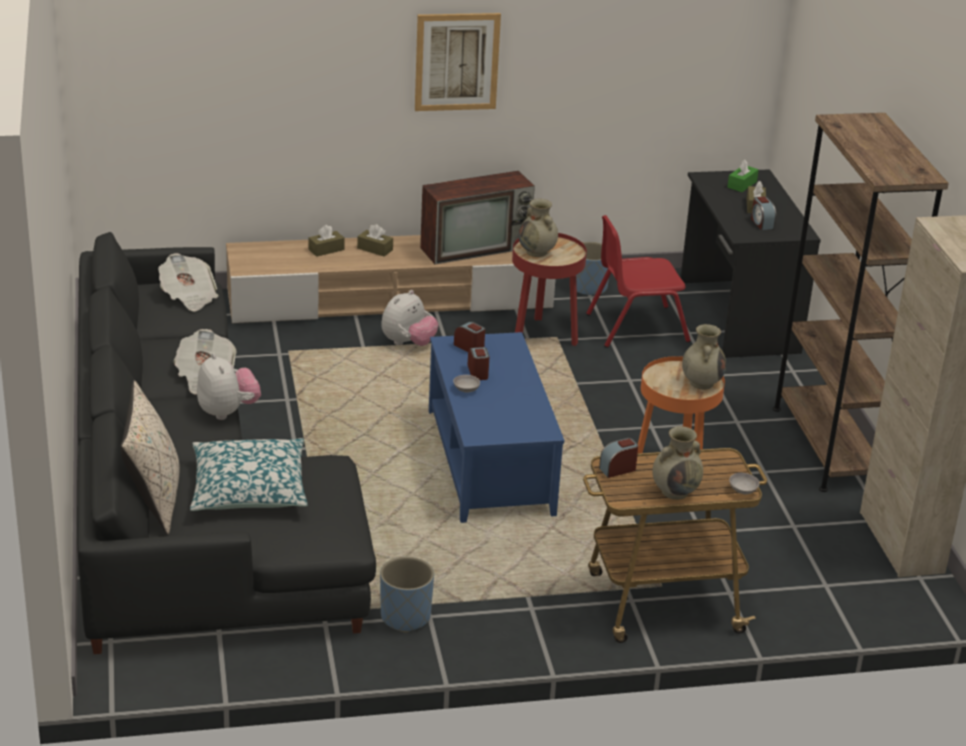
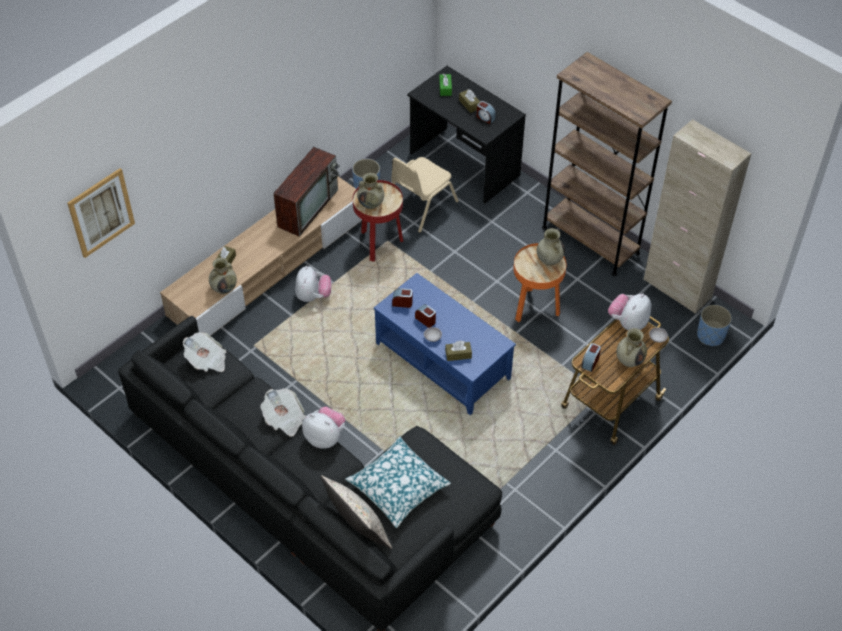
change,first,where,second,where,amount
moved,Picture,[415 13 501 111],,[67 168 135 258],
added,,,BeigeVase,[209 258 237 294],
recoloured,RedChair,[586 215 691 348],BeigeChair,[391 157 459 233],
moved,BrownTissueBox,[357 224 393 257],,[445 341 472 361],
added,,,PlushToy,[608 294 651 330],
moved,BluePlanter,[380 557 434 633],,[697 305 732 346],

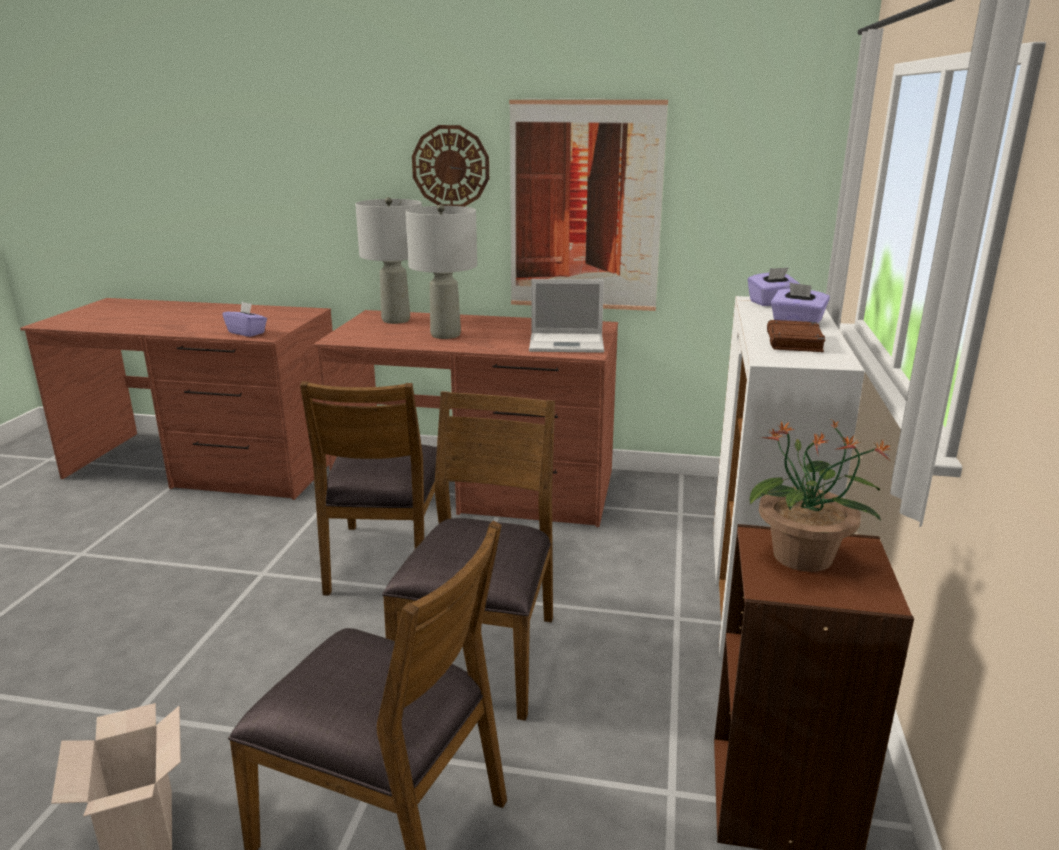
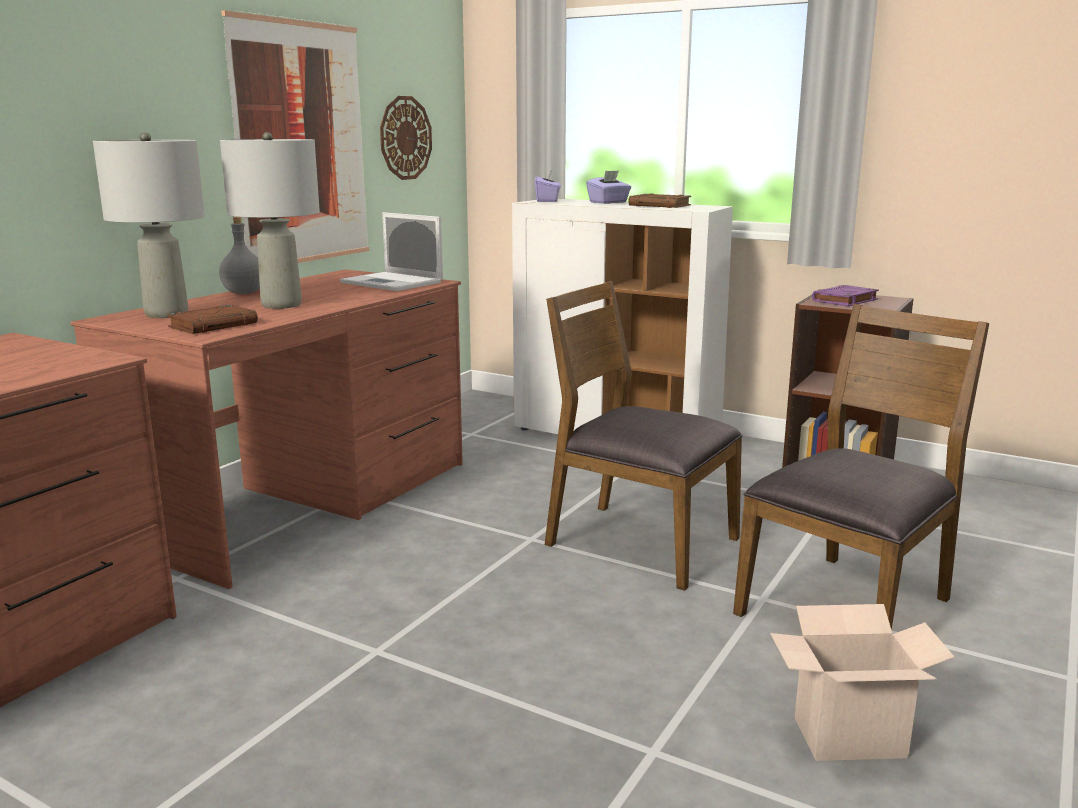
change,first,where,second,where,amount
added,,,BrownBook,[167 305 258 334],
added,,,GreyBottle,[219 217 260 294],
turned,Laptop,[529 279 604 353],,[340 212 443 291],105 degrees clockwise
moved,WallClock,[412 125 489 207],,[380 96 432 180],
replaced,PottedPlant,[750 421 892 572],PurpleBook,[812 285 879 307],
removed,PurpleTissueBox,[222 302 267 337],,,
removed,BrownChair,[300 381 437 596],,,

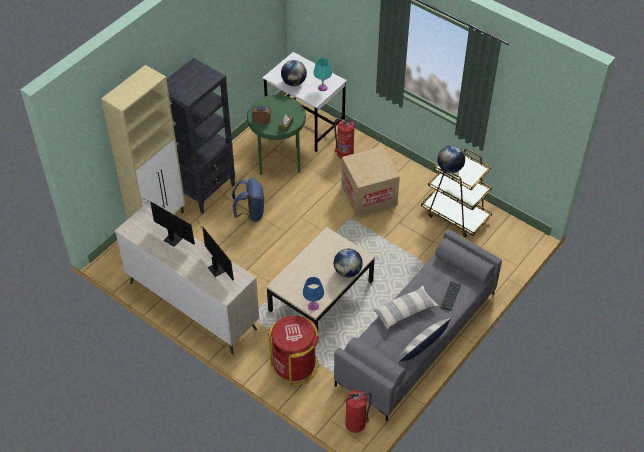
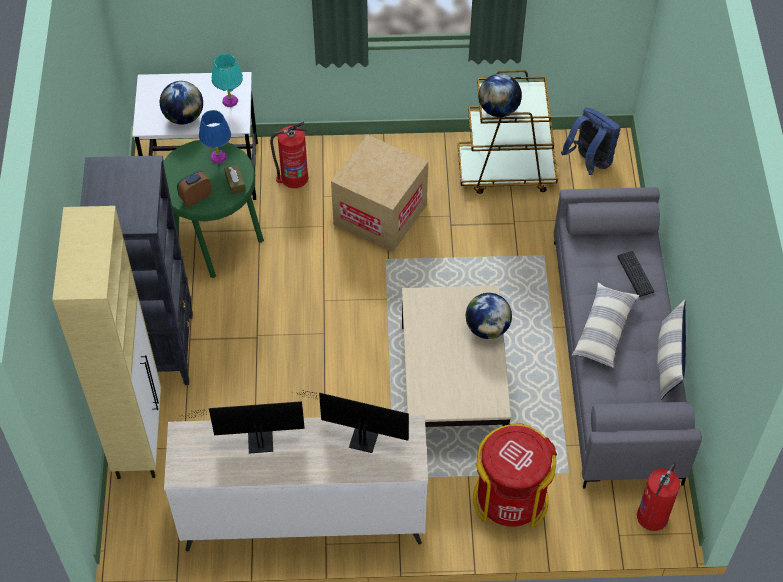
change,first,where,second,where,amount
moved,BlueTableLamp,[303 277 324 310],,[199 110 231 164],
moved,BlueBackpack,[232 178 264 222],,[561 108 621 175],

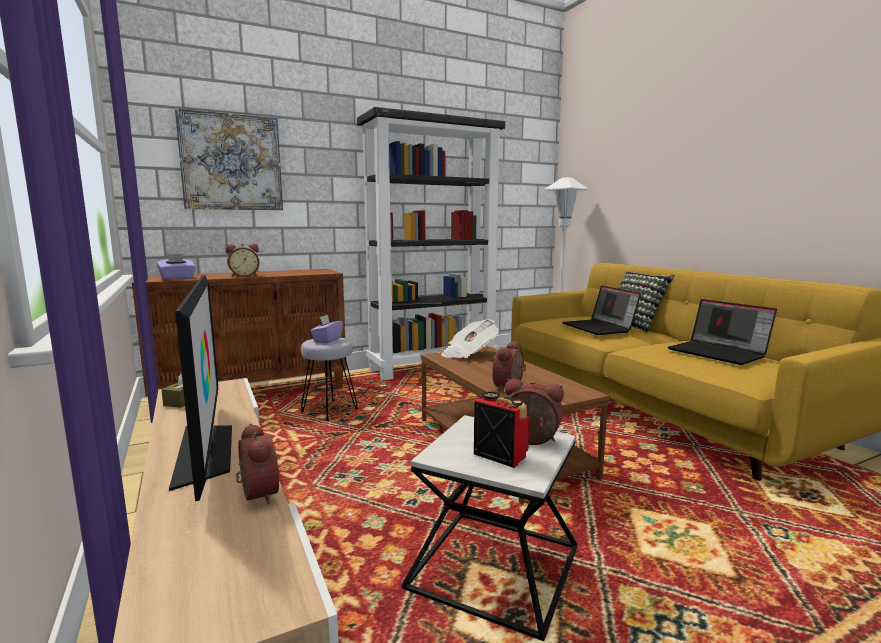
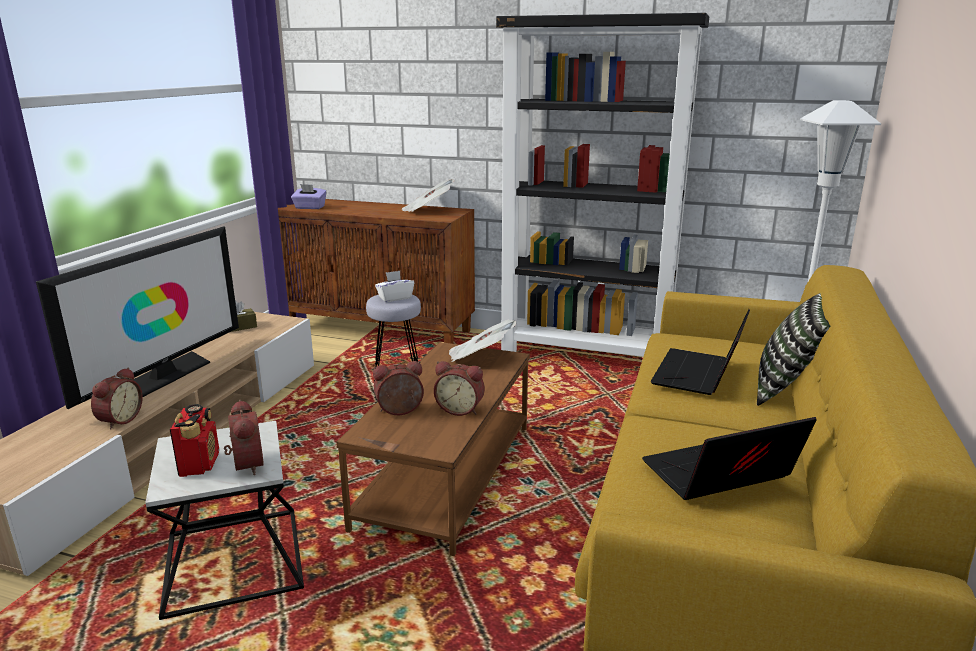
change,first,where,second,where,amount
recoloured,PurpleTissueBox,[310 314 343 343],WhiteTissueBox,[375 271 414 302],
added,,,Newspaper,[401 179 455 212],
moved,AlarmClock,[226 244 259 277],,[434 361 485 416],
turned,Laptop,[668 299 777 365],,[642 417 817 500],60 degrees clockwise
removed,Picture,[175 108 283 210],,,

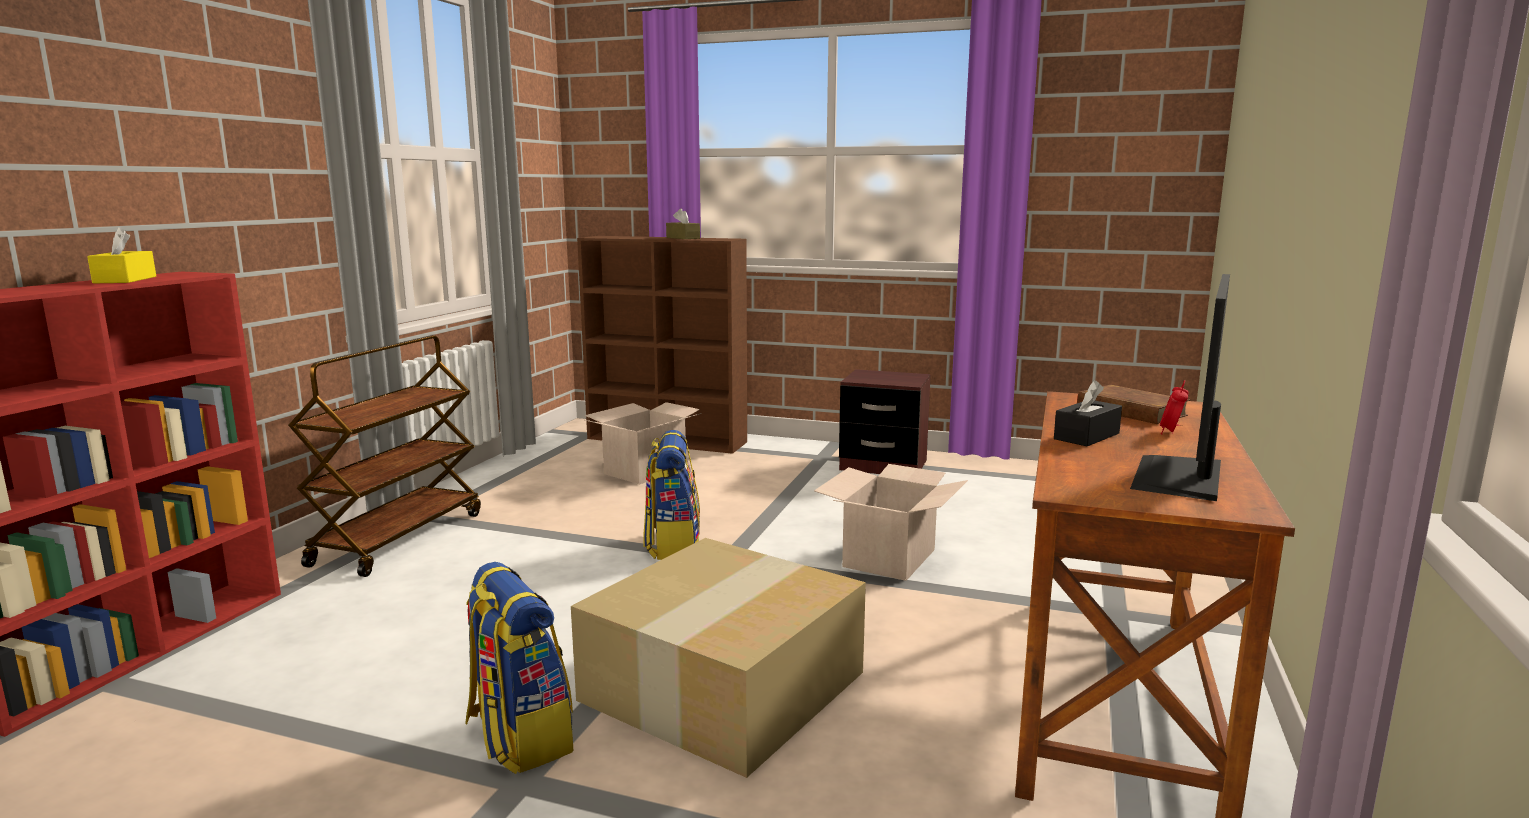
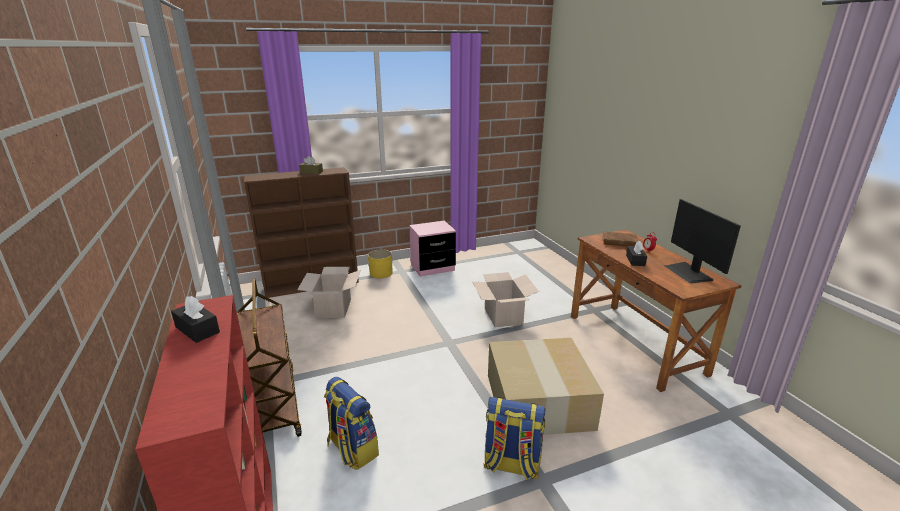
change,first,where,second,where,amount
recoloured,YellowTissueBox,[87 227 156 283],BlackTissueBox,[171 296 220 343],
moved,Backpack,[643 430 700 560],,[324 377 379 470],
added,,,YellowPlanter,[368 249 392 278],
recoloured,BrownNightstand,[839 369 931 474],PinkNightstand,[409 221 456 277],

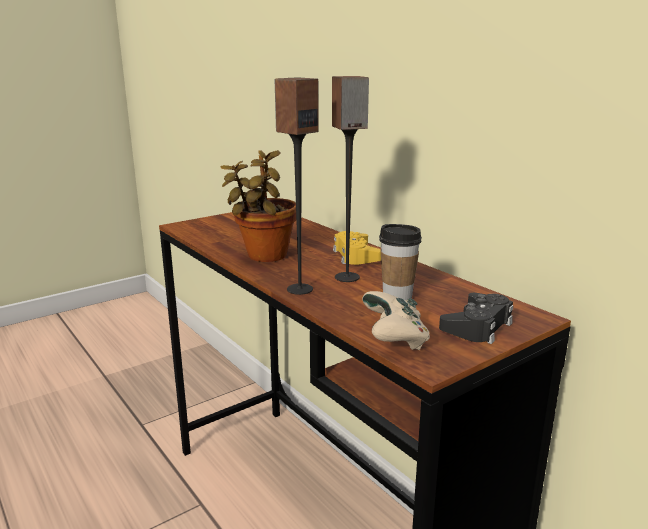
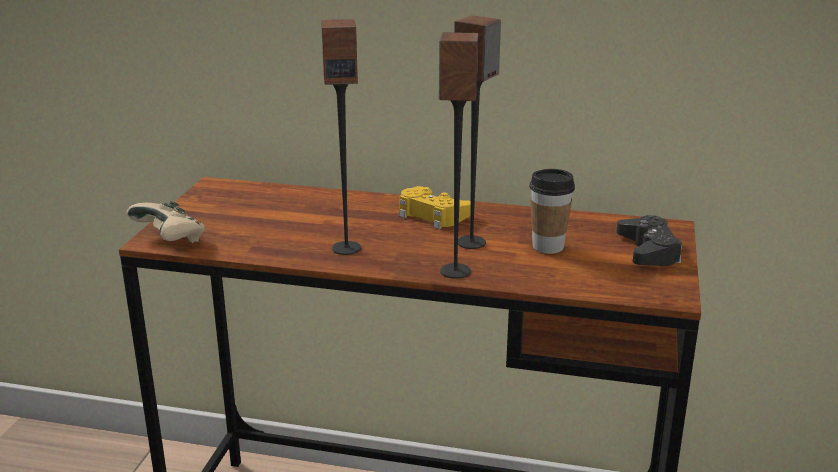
change,first,where,second,where,amount
moved,BeigeGameController,[362 291 430 350],,[127 201 205 243],
replaced,PottedPlant,[220 150 296 262],Speaker,[321 19 361 255],

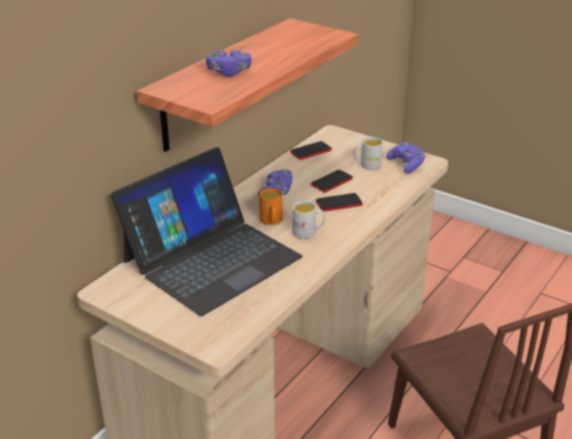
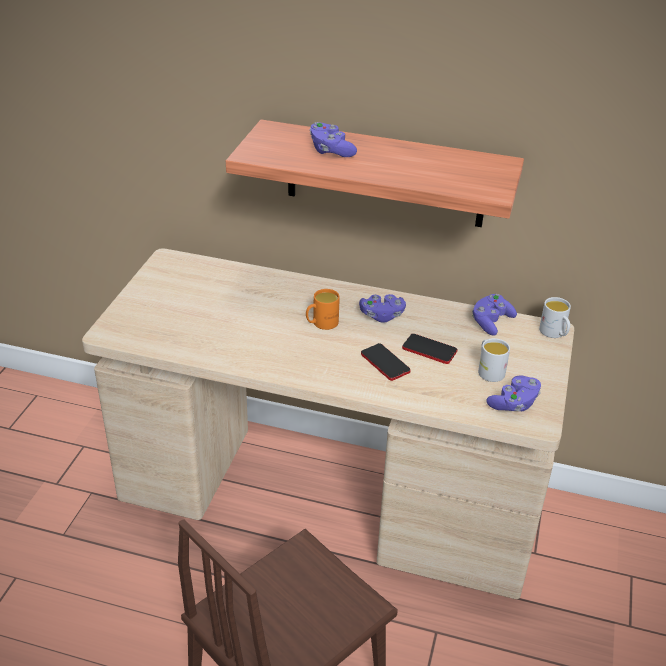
change,first,where,second,where,amount
replaced,Phone,[290 141 332 160],PurpleGameController,[472 294 517 336],
moved,WhiteMug,[292 201 325 239],,[539 297 571 338],
removed,Laptop,[111 147 303 316],,,

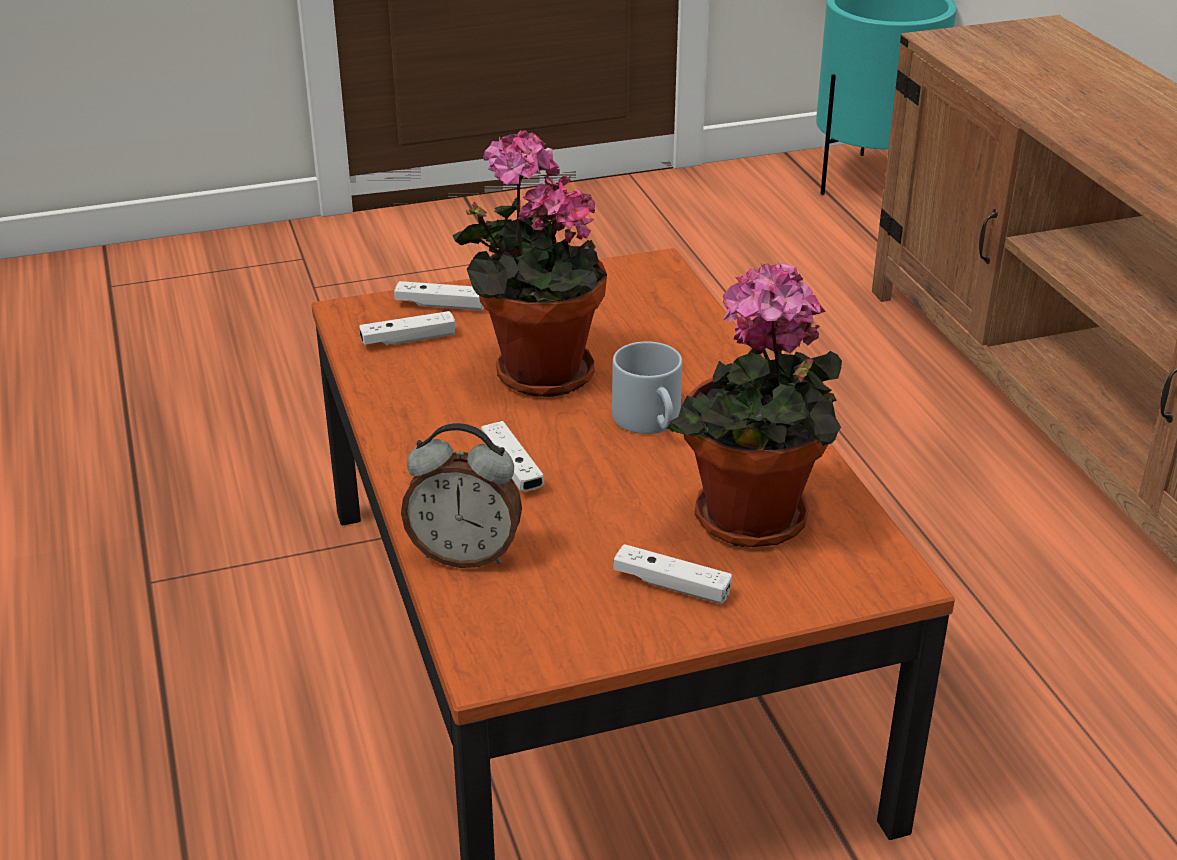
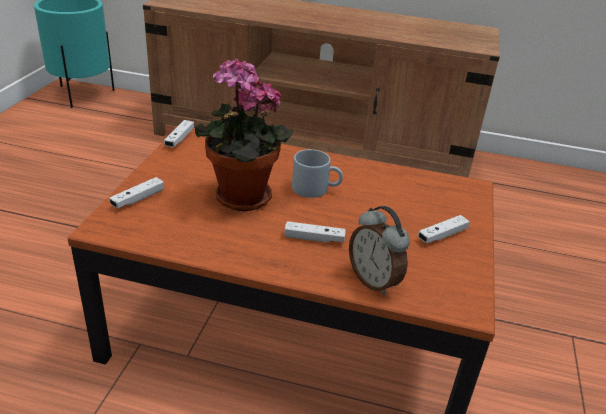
change,first,where,second,where,amount
moved,WhiteGameController,[359 311 455 345],,[164 120 194 147],
turned,AlarmClock,[401 423 522 568],,[349 206 410 295],105 degrees clockwise
removed,PottedPlant,[666 262 842 547],,,

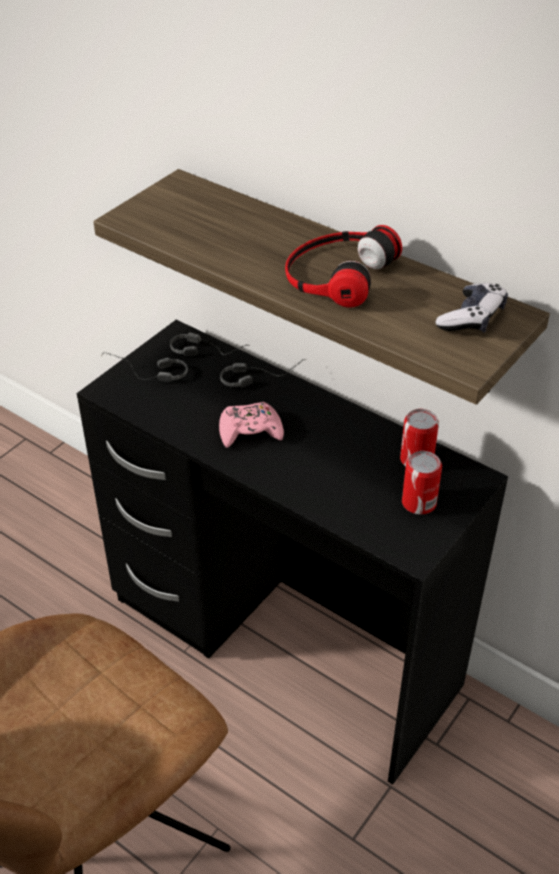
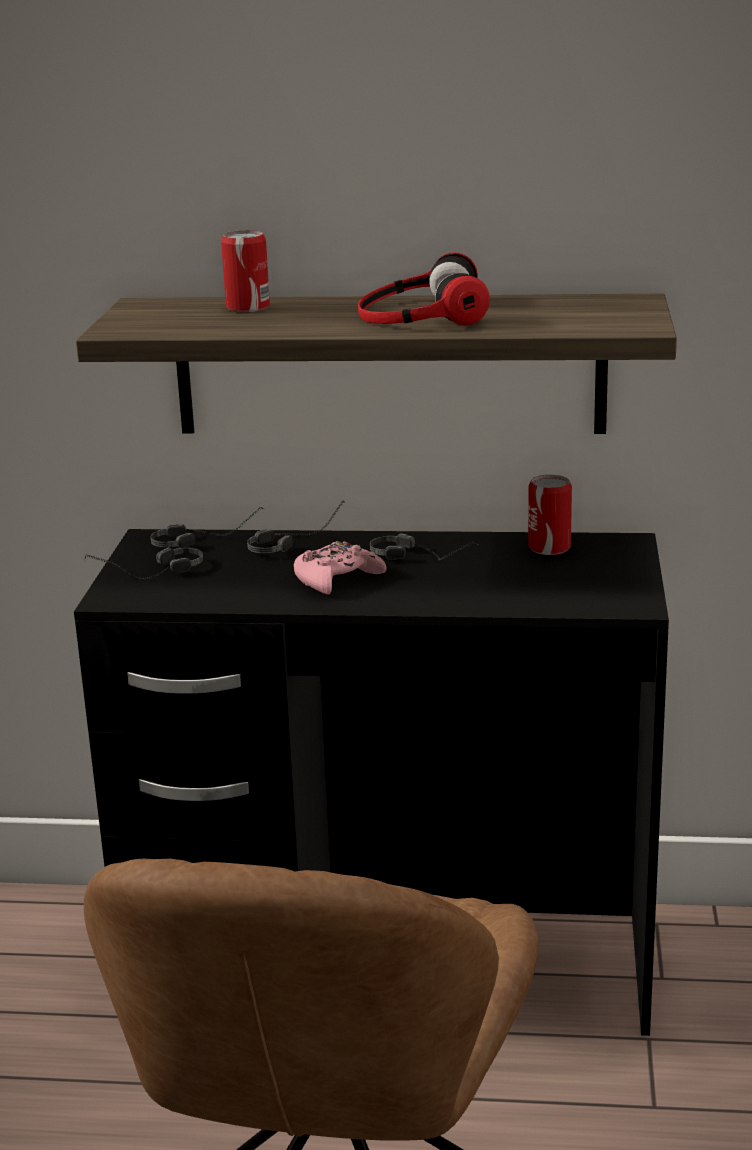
change,first,where,second,where,amount
moved,Can,[402 451 442 515],,[221 230 270 313],
added,,,Headphones,[370 533 478 561],
removed,GameController,[436 283 508 333],,,

